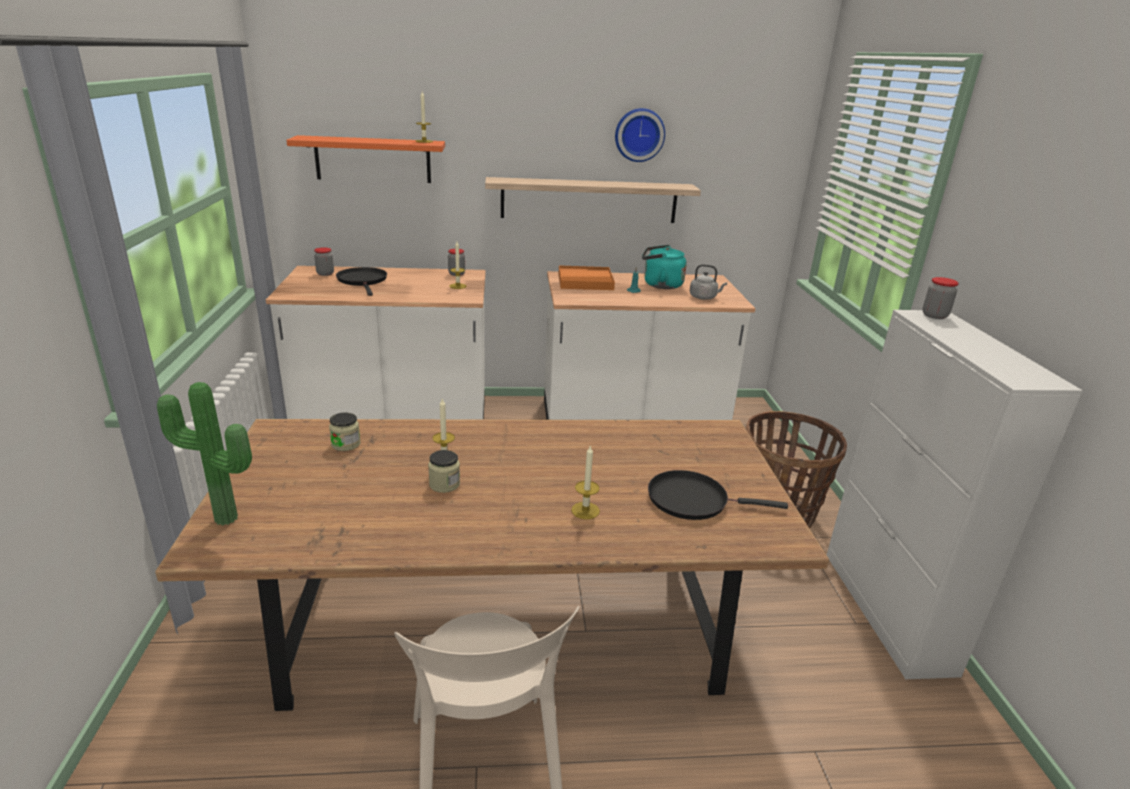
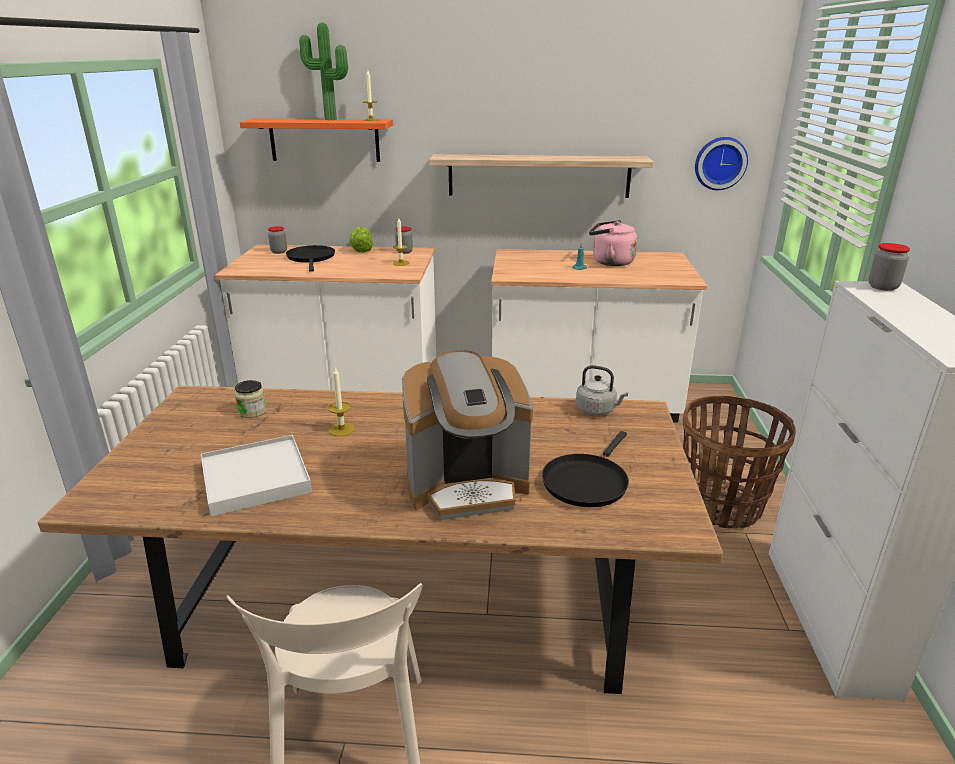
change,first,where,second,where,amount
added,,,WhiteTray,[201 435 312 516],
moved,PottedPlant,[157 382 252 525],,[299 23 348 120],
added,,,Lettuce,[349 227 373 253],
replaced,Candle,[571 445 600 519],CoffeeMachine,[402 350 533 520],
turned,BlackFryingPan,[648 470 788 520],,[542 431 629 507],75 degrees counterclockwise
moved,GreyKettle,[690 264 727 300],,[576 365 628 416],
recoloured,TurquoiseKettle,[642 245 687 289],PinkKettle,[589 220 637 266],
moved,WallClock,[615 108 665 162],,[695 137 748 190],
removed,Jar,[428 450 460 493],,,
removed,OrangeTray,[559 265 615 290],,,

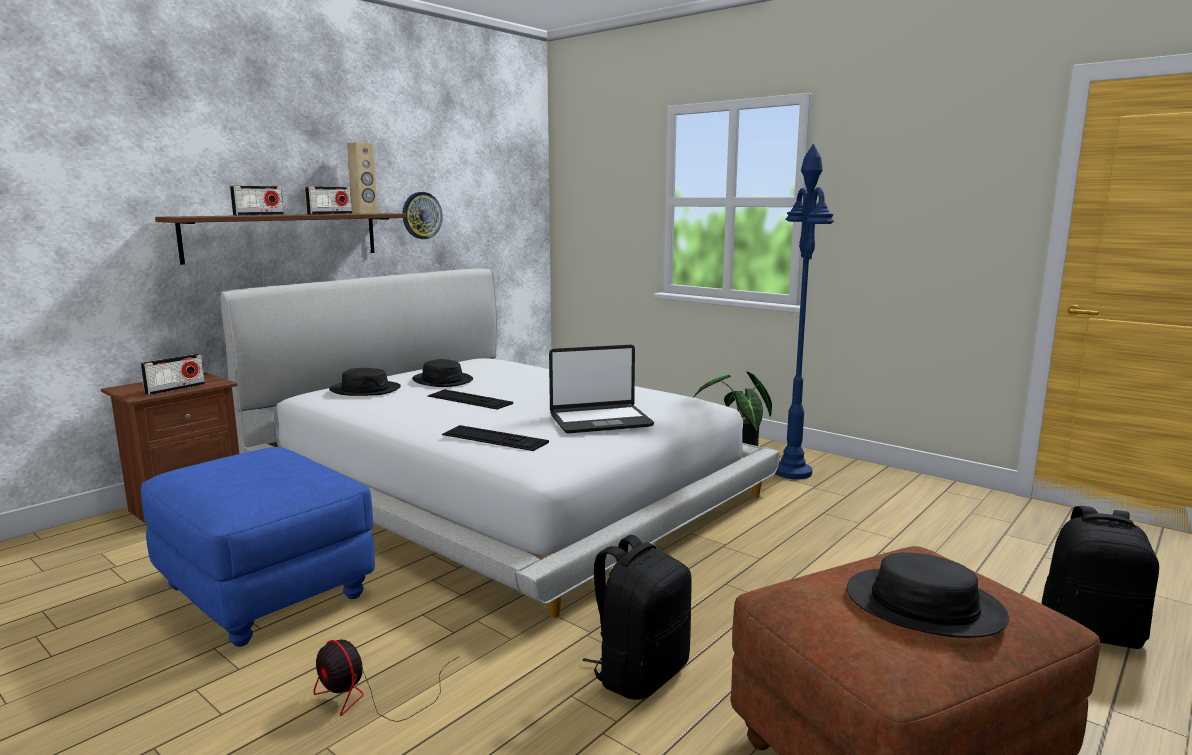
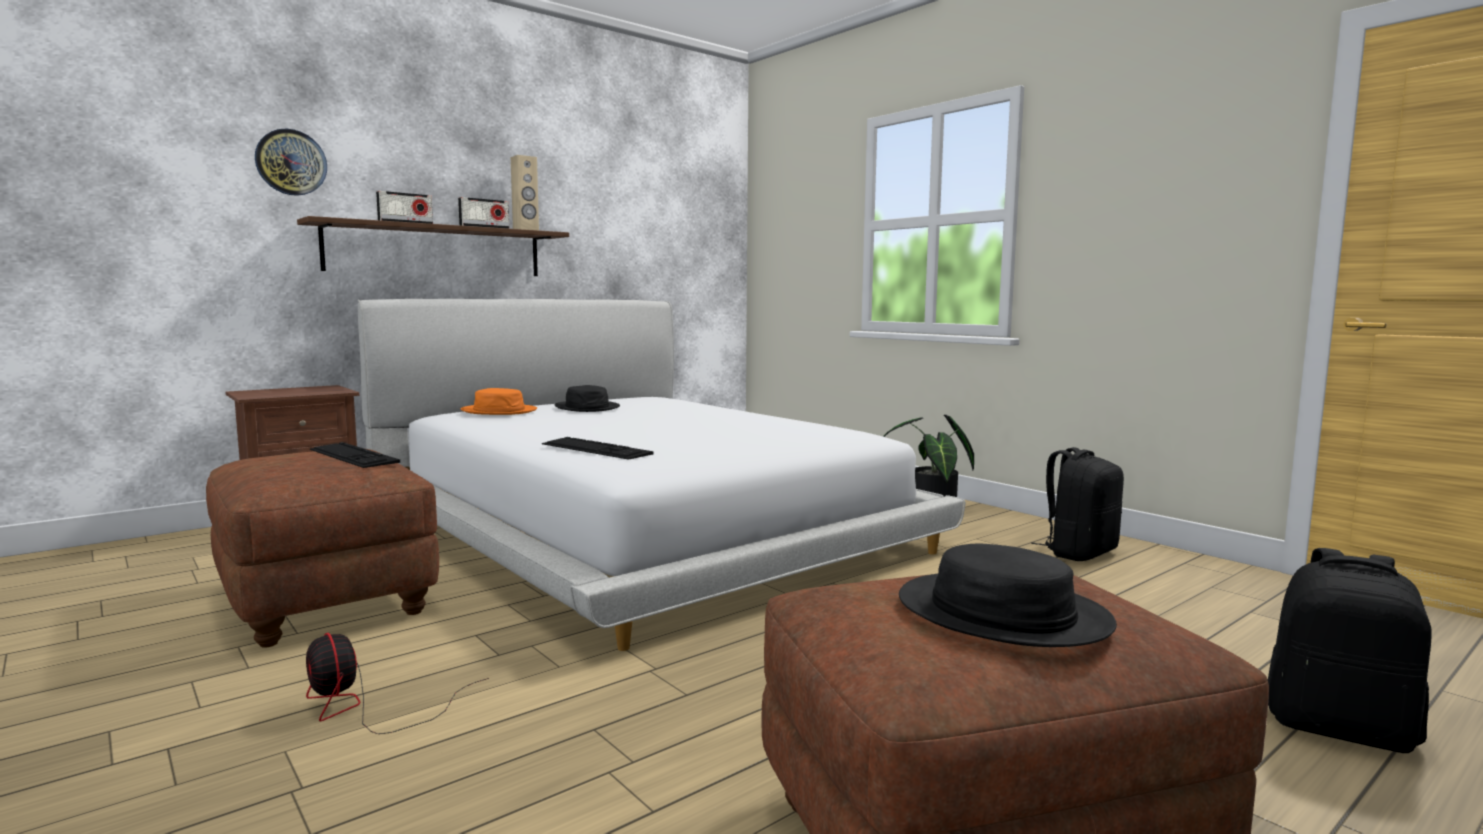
change,first,where,second,where,amount
recoloured,BlueOttoman,[141 447 375 647],BrownOttoman,[206 449 439 648],
moved,WallClock,[403 192 443 239],,[255 129 327 196],
moved,Keyboard,[428 389 513 410],,[310 442 400 468],
recoloured,BlackHat,[329 368 401 396],OrangeHat,[461 388 537 415],
moved,BlackBackpack,[583 535 692 700],,[1031 447 1124 561],
removed,Radio,[140 354 205 395],,,
removed,Laptop,[549 345 654 433],,,
removed,BlueFloorLamp,[775 144 834 479],,,

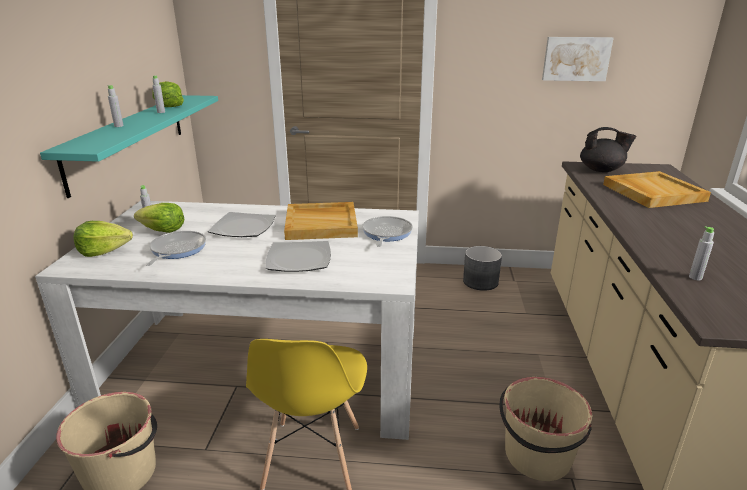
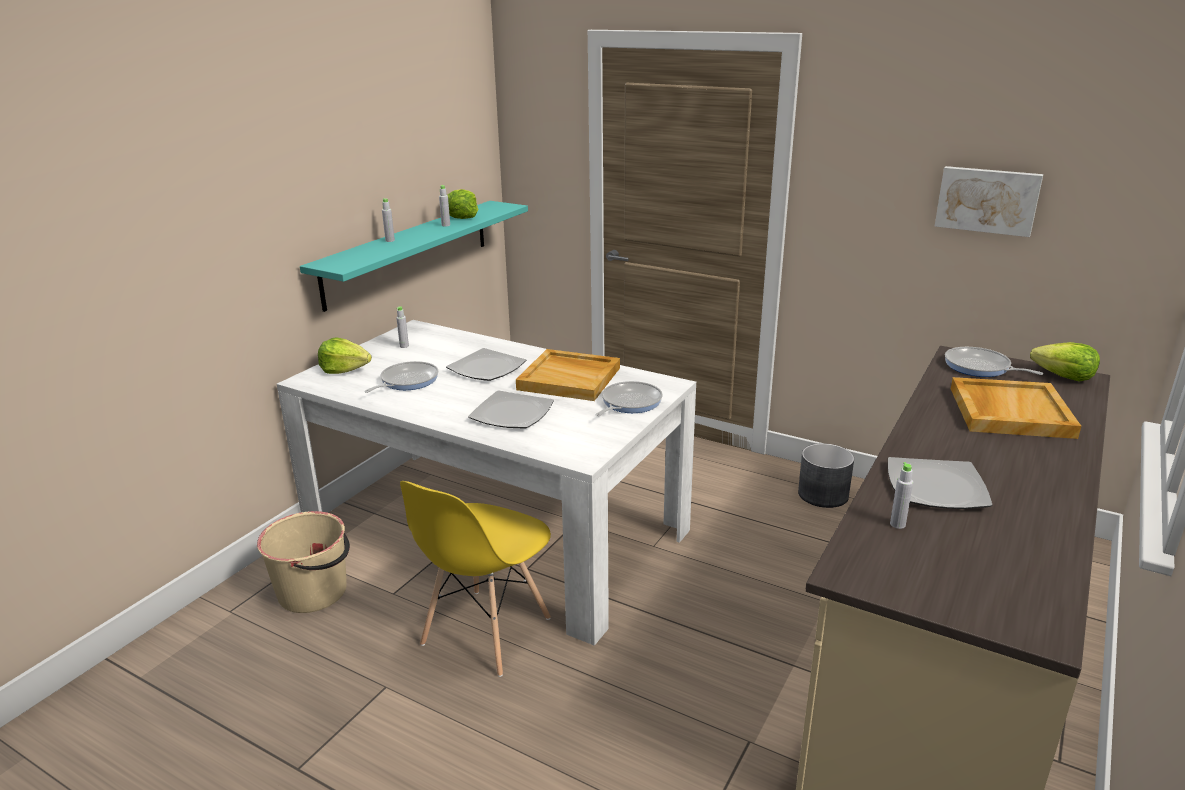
change,first,where,second,where,amount
added,,,Plate,[888 457 992 509],
replaced,BlackTeapot,[580 127 636 172],FryingPan,[945 347 1043 377],
moved,Lettuce,[134 203 184 233],,[1030 342 1100 382],
removed,BeigeBucket,[500 377 592 481],,,

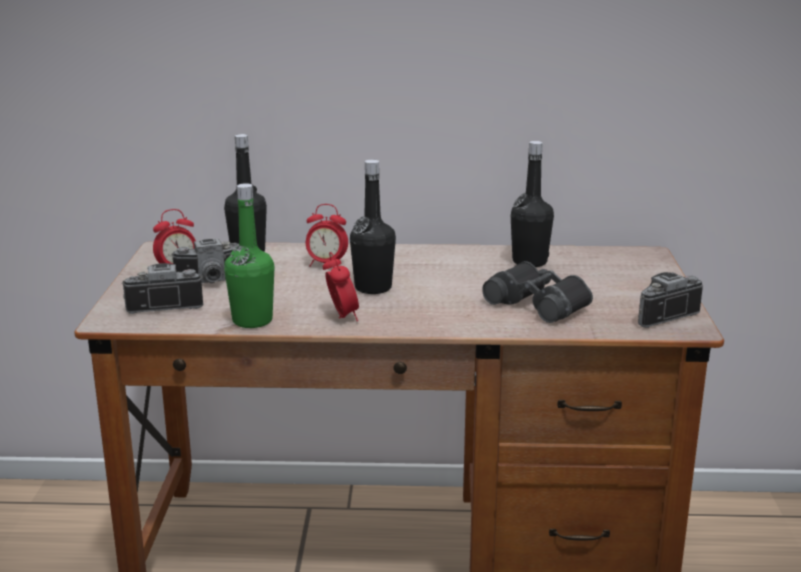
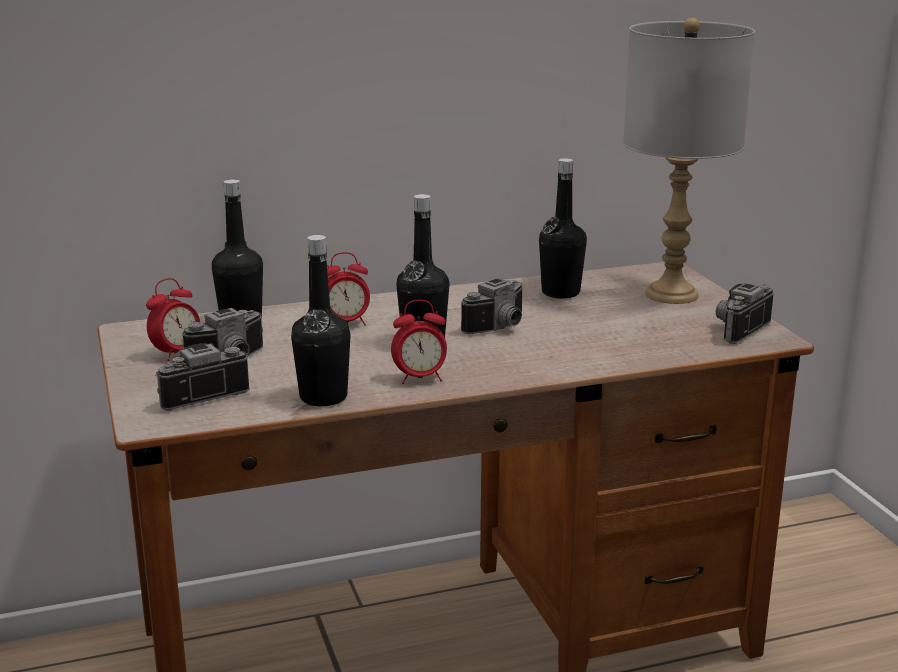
change,first,where,second,where,amount
recoloured,GreenBottle,[224 183 275 328],BlackBottle,[291 235 351 406],
turned,AlarmClock,[323 252 359 321],,[391 300 447 384],120 degrees clockwise
added,,,PhotoCamera,[461 278 522 334],
added,,,GreyTableLamp,[623 17 755 304],
removed,BlackBinoculars,[482 261 593 323],,,

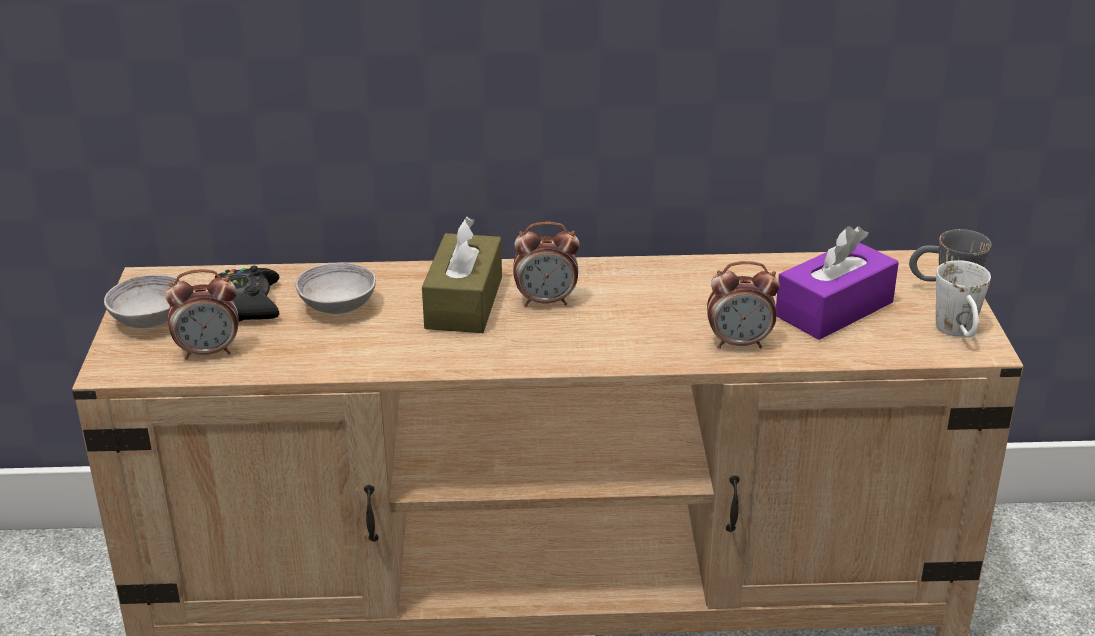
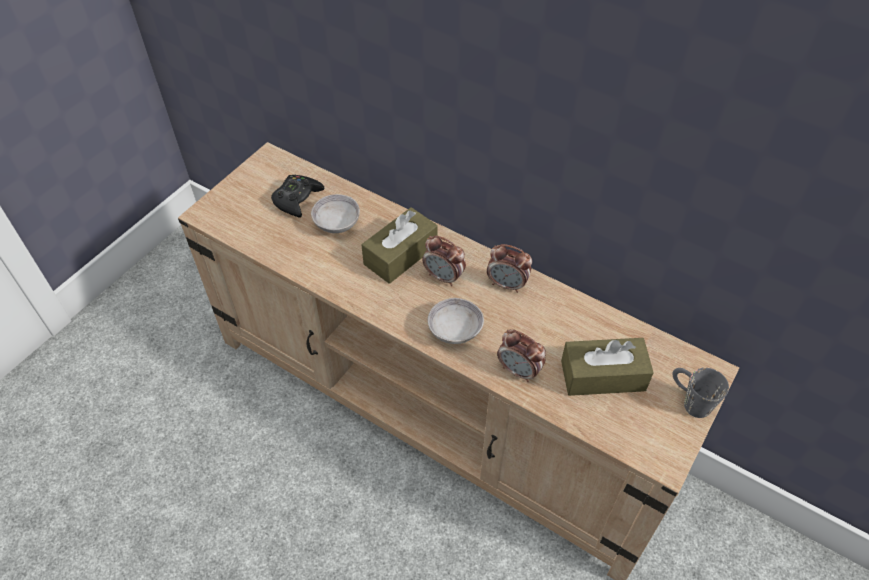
change,first,where,second,where,amount
moved,GreyBowl,[104 275 182 328],,[428 298 484 344],
moved,AlarmClock,[165 269 239 360],,[487 244 532 293],
recoloured,PurpleTissueBox,[776 226 899 340],BrownTissueBox,[561 338 654 396],
removed,WhiteMug,[936 260 991 338],,,

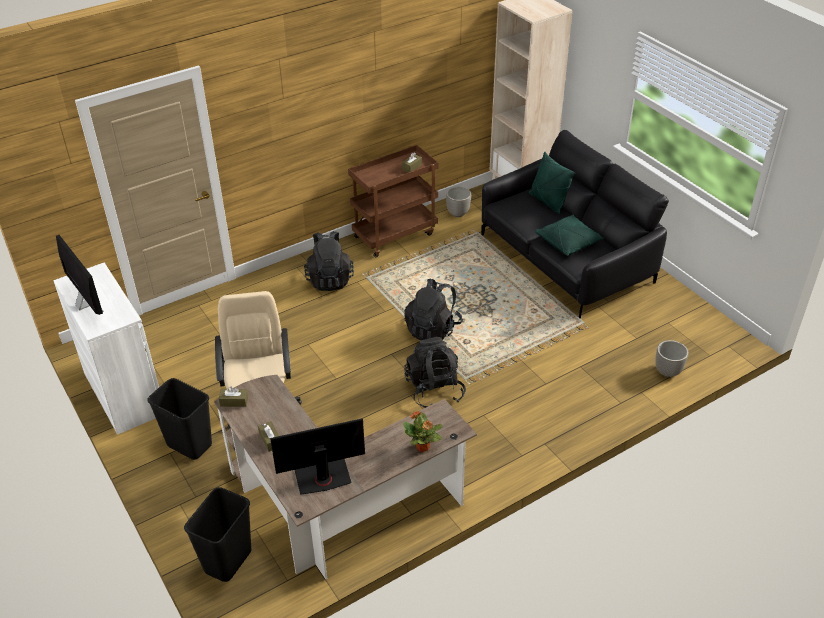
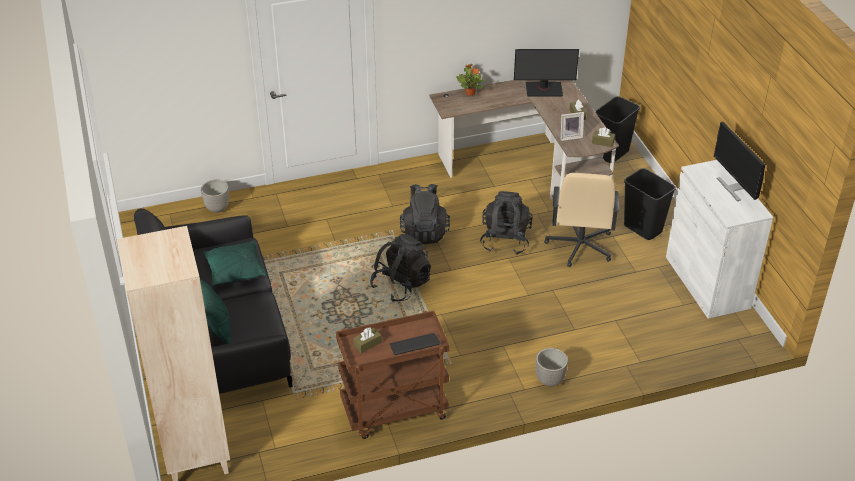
change,first,where,second,where,amount
added,,,Keyboard,[390 333 440 355],
moved,BlackBackpack,[304 231 354 291],,[480 191 533 255],
moved,Planter,[446 187 471 217],,[536 348 568 386],
added,,,PictureFrame,[561 112 584 141],

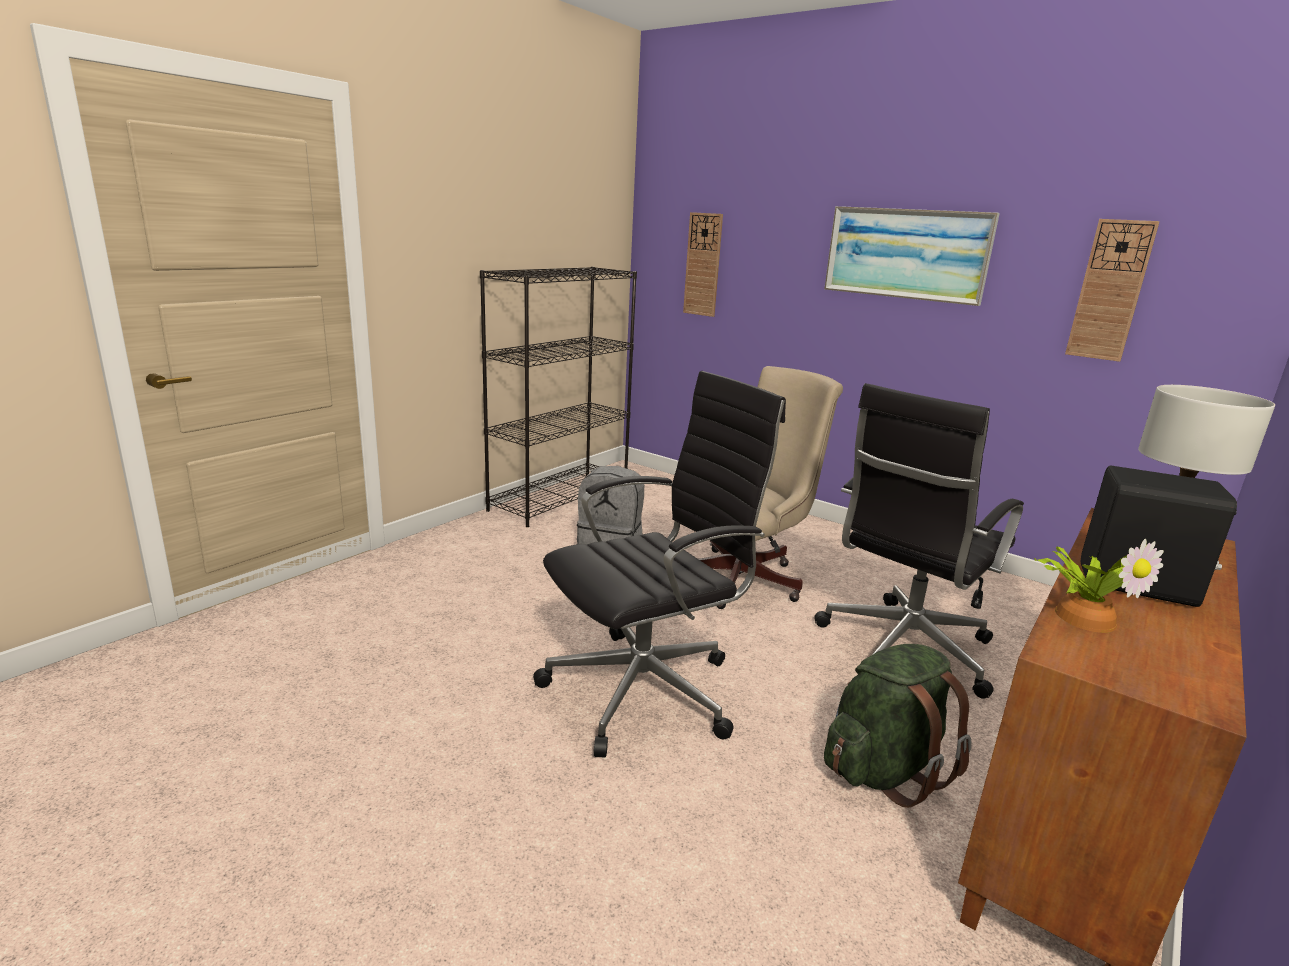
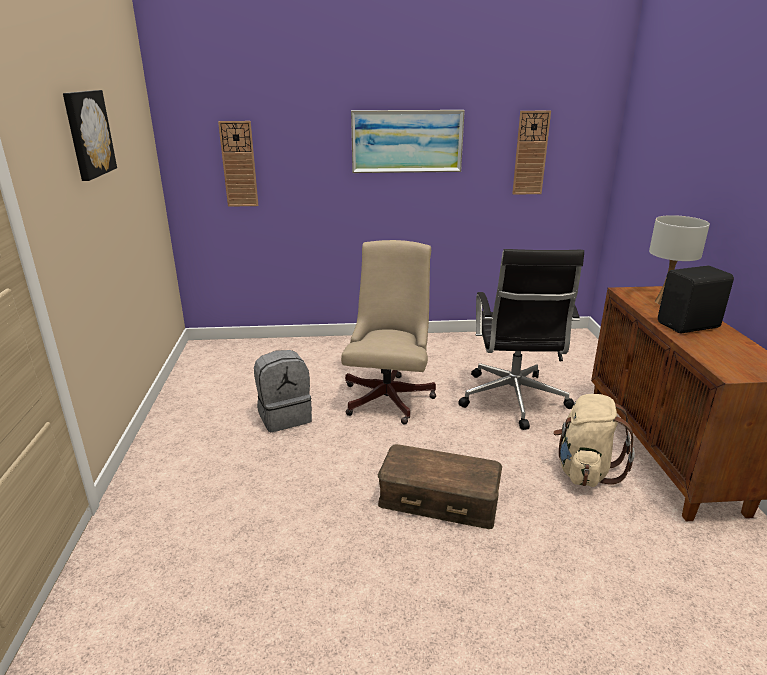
change,first,where,second,where,amount
added,,,Picture,[63 90 117 181],
replaced,BlackOfficeChair,[533 371 786 758],BrownStorageBox,[378 444 502 529],
recoloured,GreenBackpack,[824 644 972 808],BeigeBackpack,[553 394 635 487],
removed,BlackBookcase,[480 267 637 527],,,
removed,PottedPlant,[1034 539 1164 633],,,

